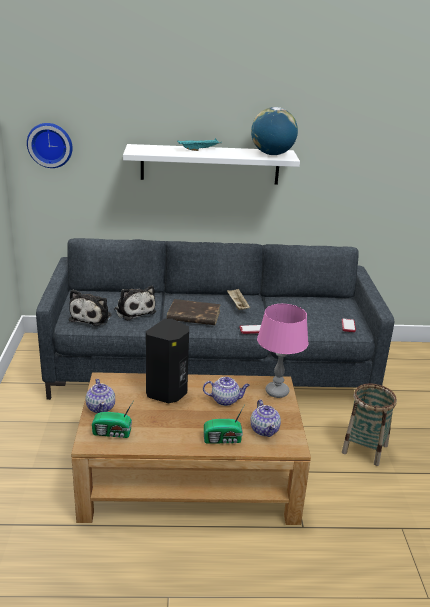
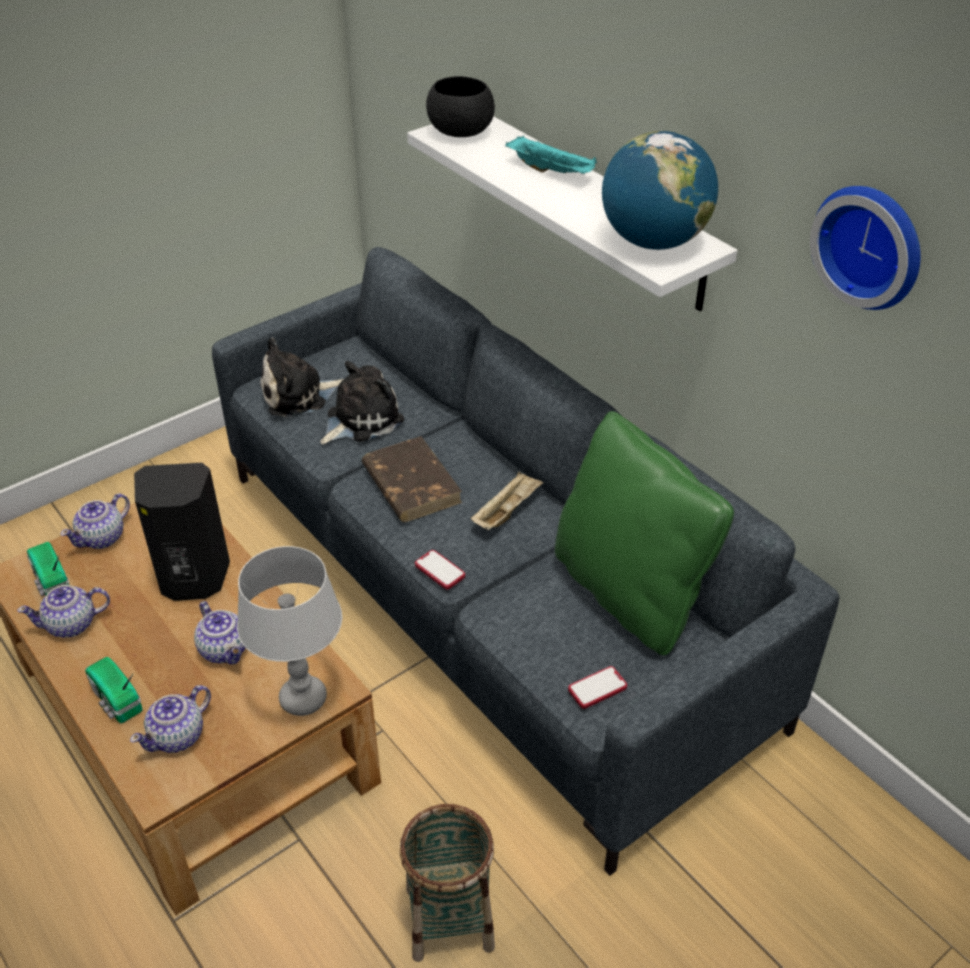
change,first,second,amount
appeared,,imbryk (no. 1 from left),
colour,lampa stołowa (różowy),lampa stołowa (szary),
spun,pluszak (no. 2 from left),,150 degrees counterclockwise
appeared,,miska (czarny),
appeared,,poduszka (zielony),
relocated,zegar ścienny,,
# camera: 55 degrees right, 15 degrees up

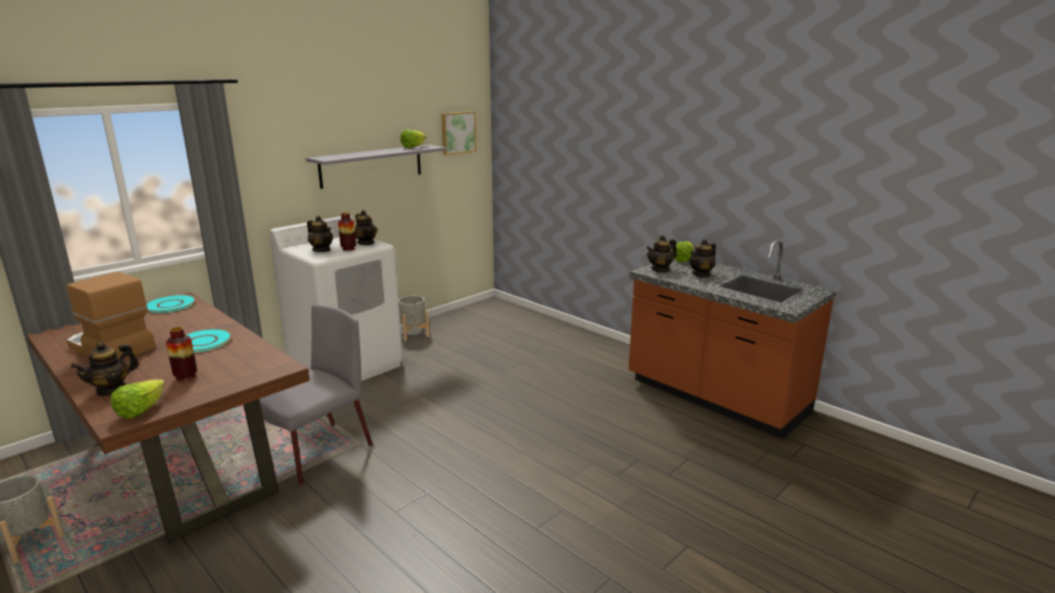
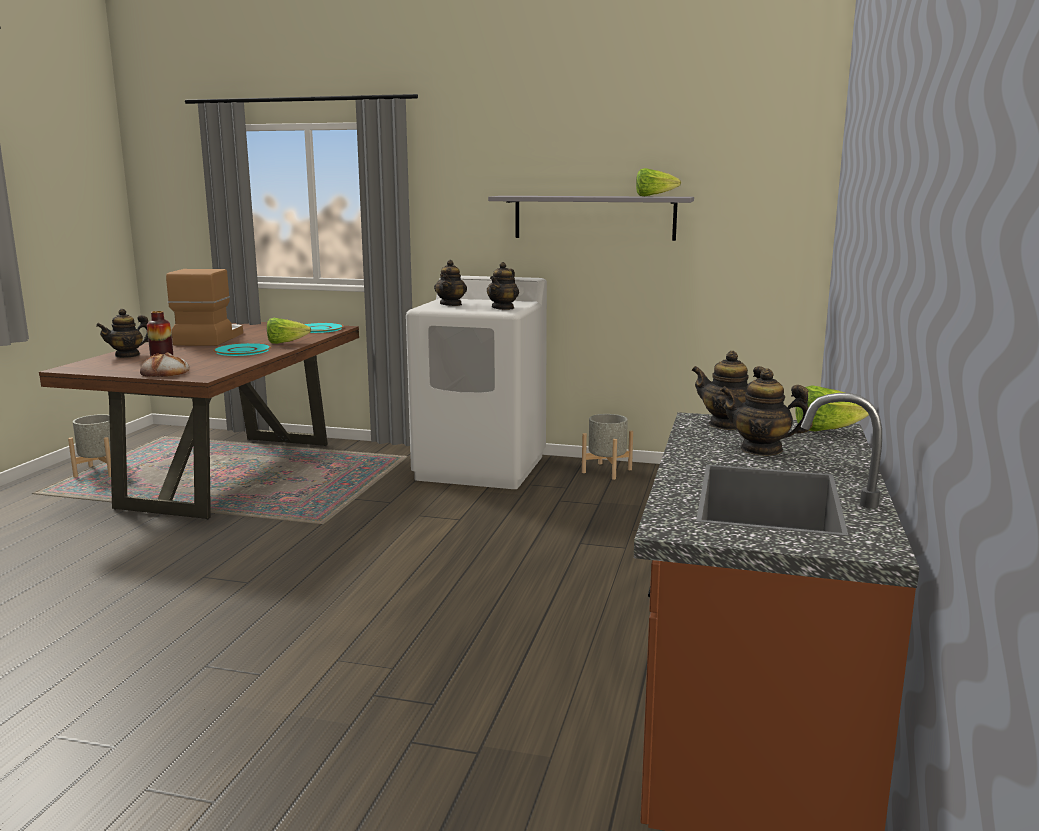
change,first,second,amount
spun,imbryk (no. 1 from left),,45 degrees counterclockwise
appeared,,chleb,
relocated,sałata (no. 1 from left),,
missing,krzesło (szary),,
missing,wazon (no. 2 from left),,
missing,obraz,,
# camera: 60 degrees right, 5 degrees down

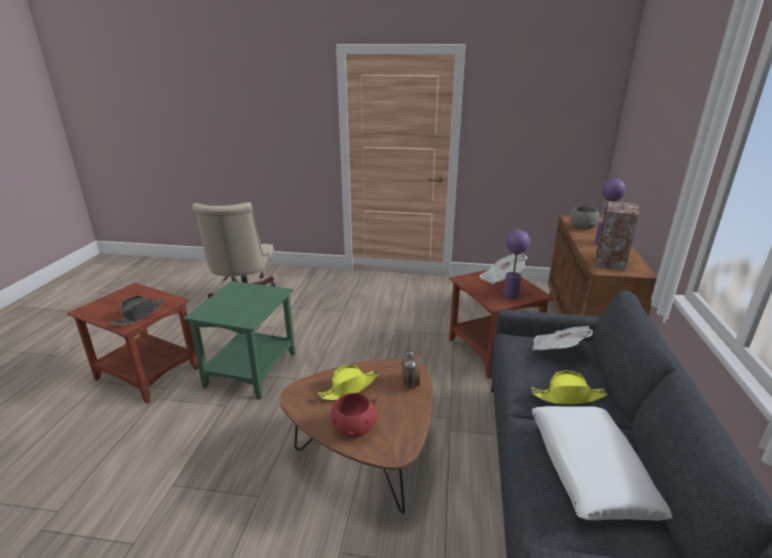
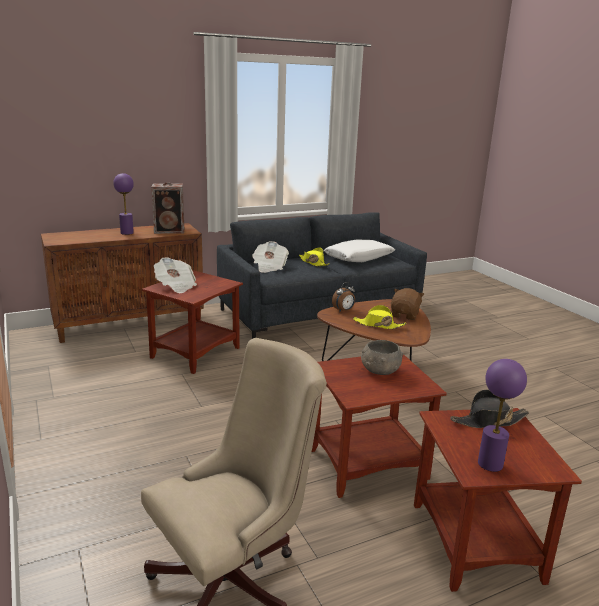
change,first,second,amount
colour,stolik (zielony),stolik (brązowy) (no. 2 from left),
relocated,miska (szary),,
exchanged,miska (czerwony),pluszak (brązowy),
relocated,lampa stołowa (fioletowy) (no. 1 from left in the first image),lampa stołowa (fioletowy) (no. 2 from left),
# camera: 125 degrees left, 5 degrees down

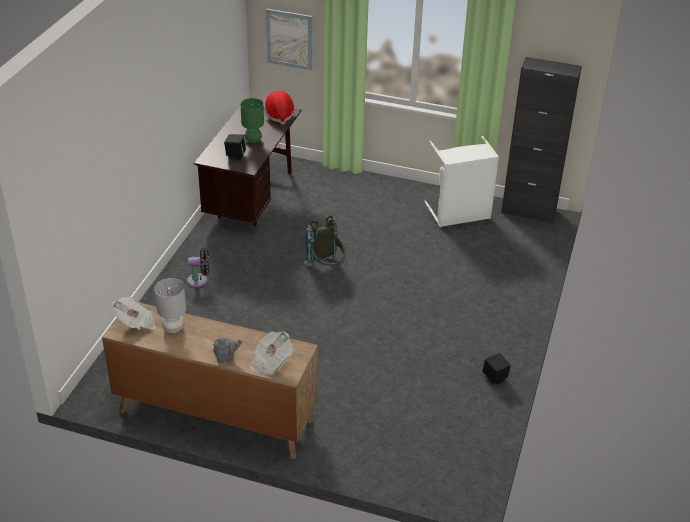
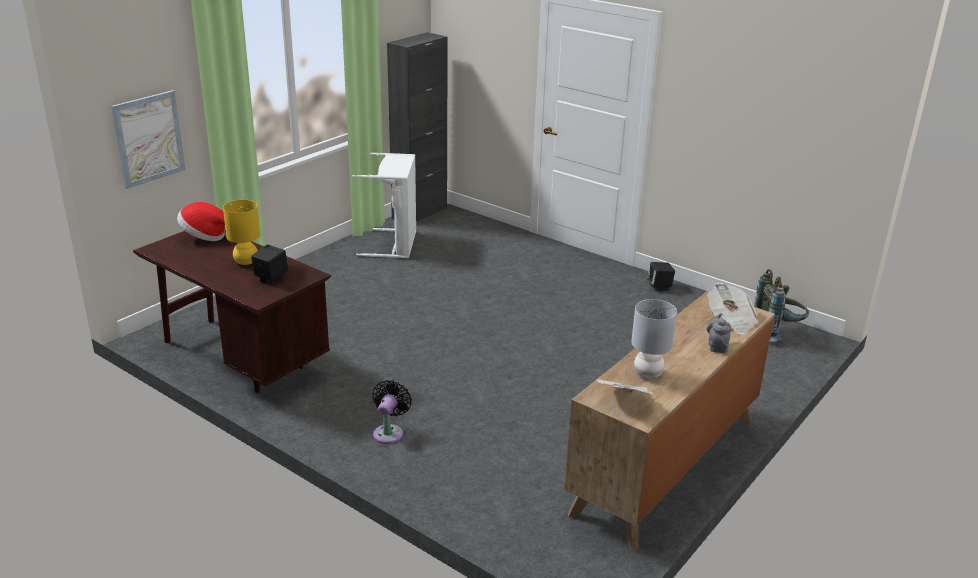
change,first,second,amount
colour,lampa stołowa (zielony),lampa stołowa (żółty),
relocated,plecak (szary),,
# camera: 70 degrees left, 10 degrees down

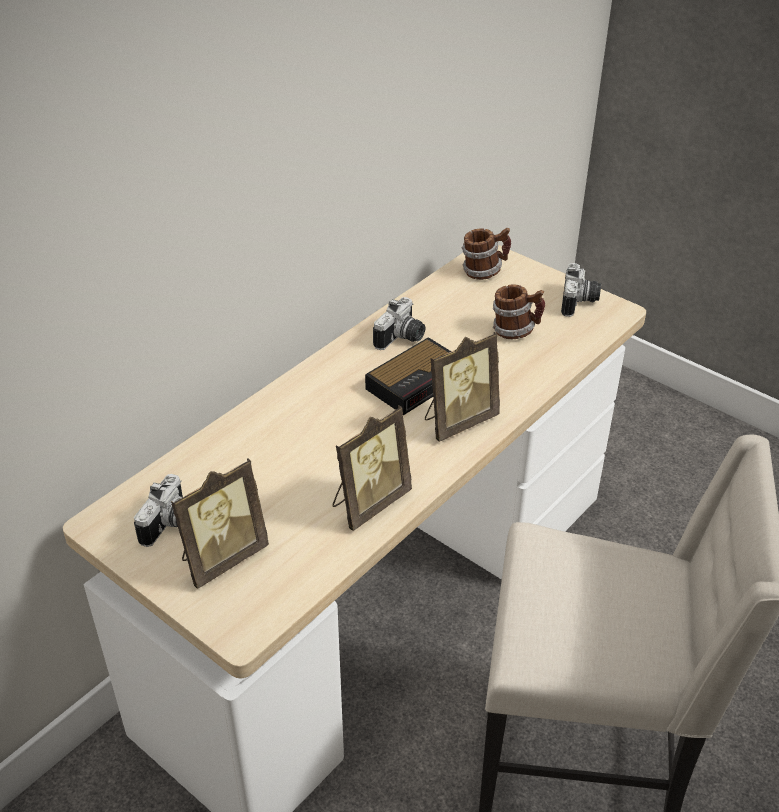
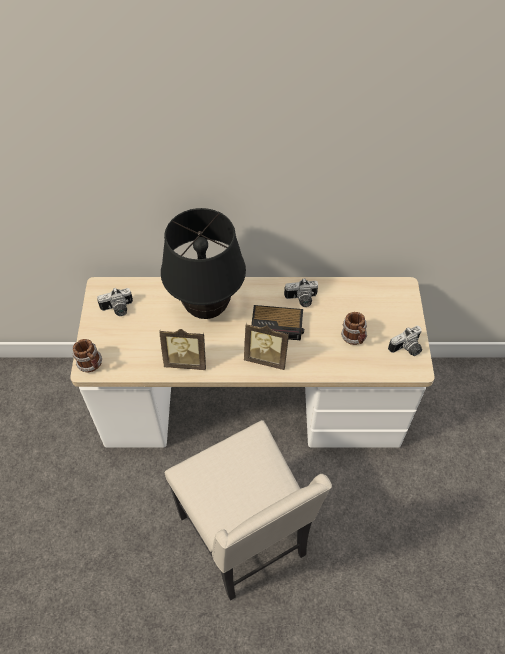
change,first,second,amount
relocated,kubek (no. 1 from left),,
appeared,,lampa stołowa (czarny),
missing,ramka na zdjęcie (no. 1 from left),,
# camera: 50 degrees right, 15 degrees up

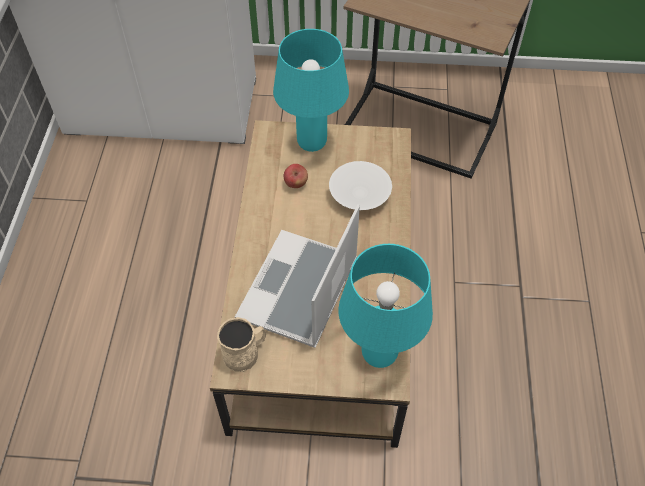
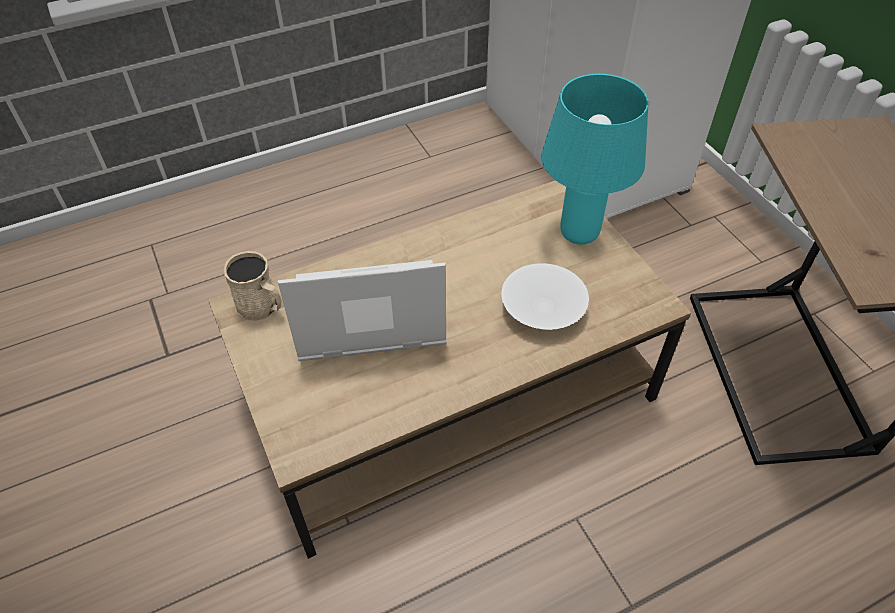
change,first,second,amount
missing,jabłko,,
missing,lampa stołowa (turkusowy) (no. 2 from left),,
# camera: 60 degrees right, 5 degrees down

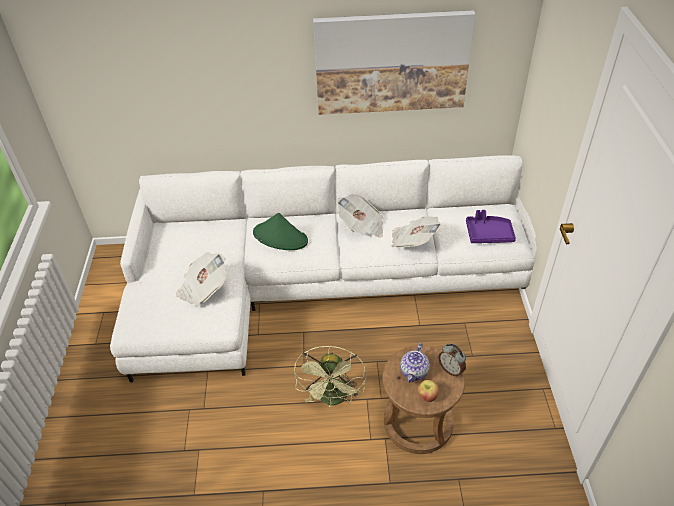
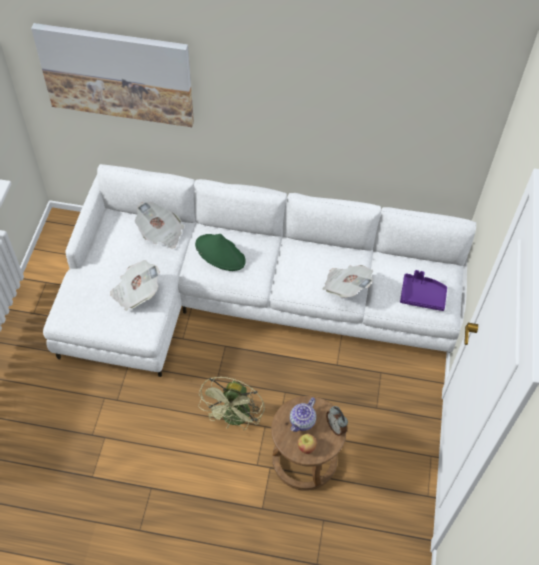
change,first,second,amount
relocated,obraz,,
relocated,gazeta (no. 2 from left),,
# camera: 10 degrees right, 10 degrees up

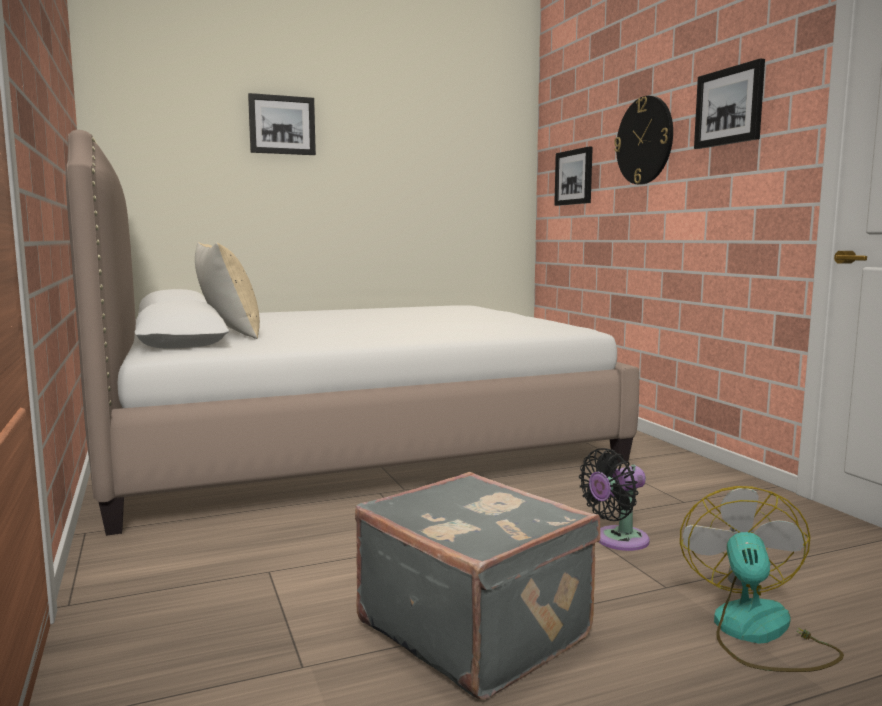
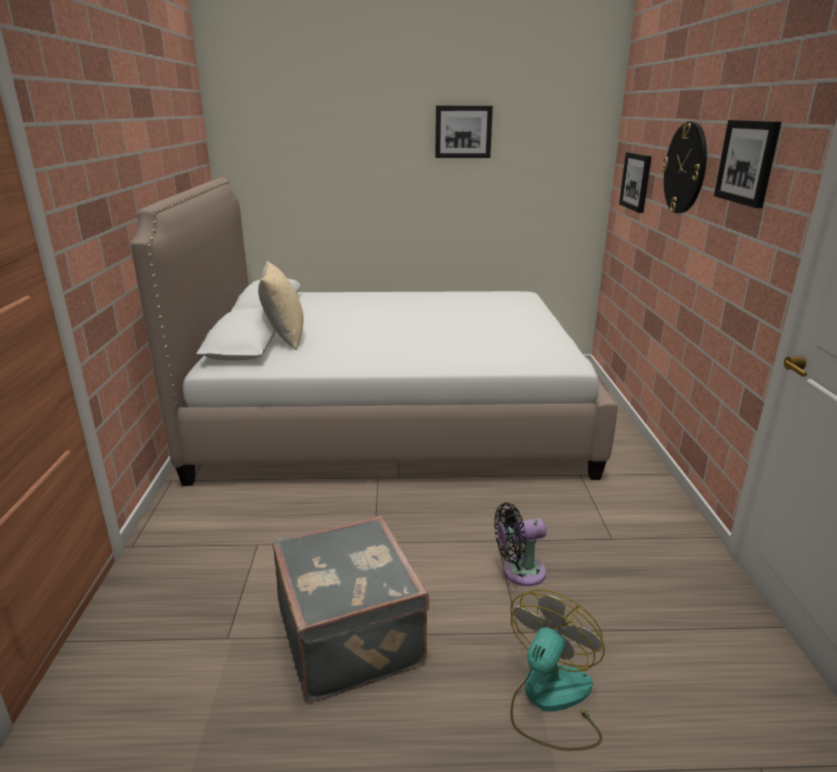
change,first,second,amount
relocated,obraz (no. 1 from left),,
# camera: 20 degrees right, 15 degrees up

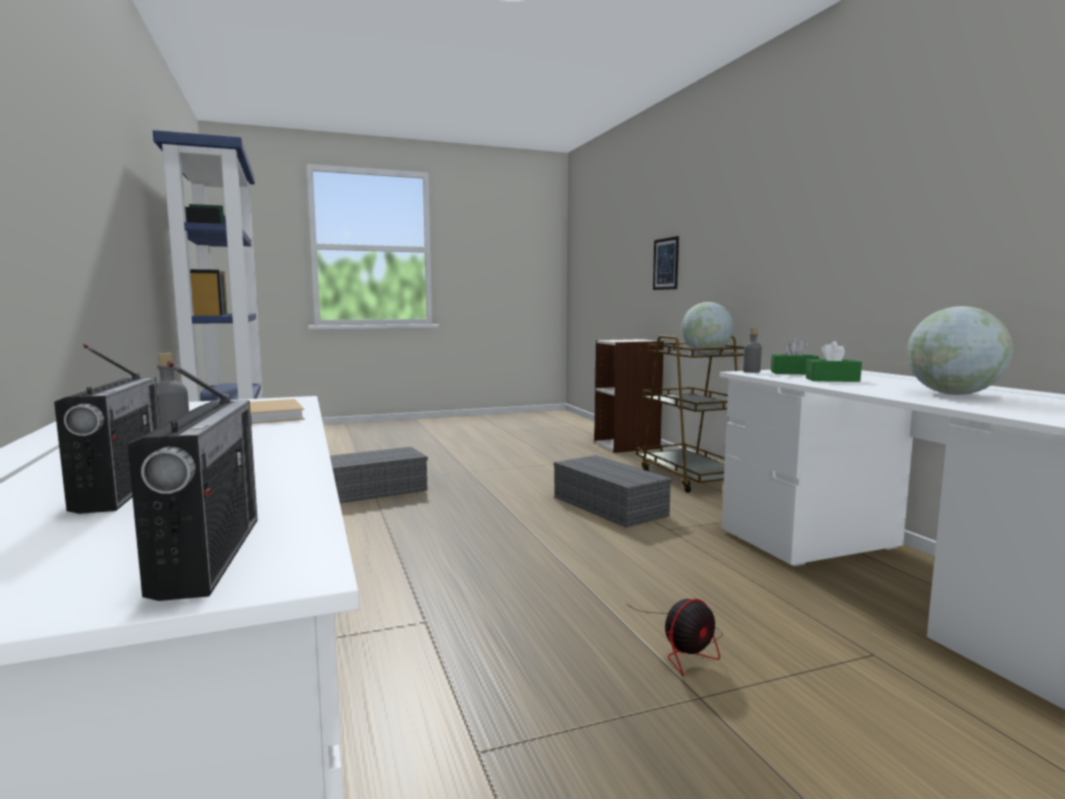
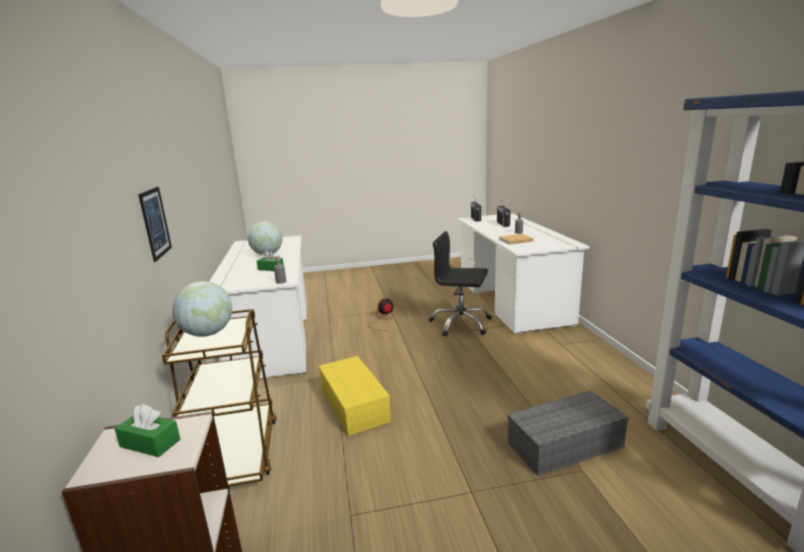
change,first,second,amount
relocated,pudełko chusteczek (zielony) (no. 1 from left),,
relocated,obraz,,
colour,pojemnik do przechowywania (szary) (no. 2 from left),pojemnik do przechowywania (żółty),
appeared,,krzesło biurowe (czarny),
# camera: 170 degrees left, 10 degrees up

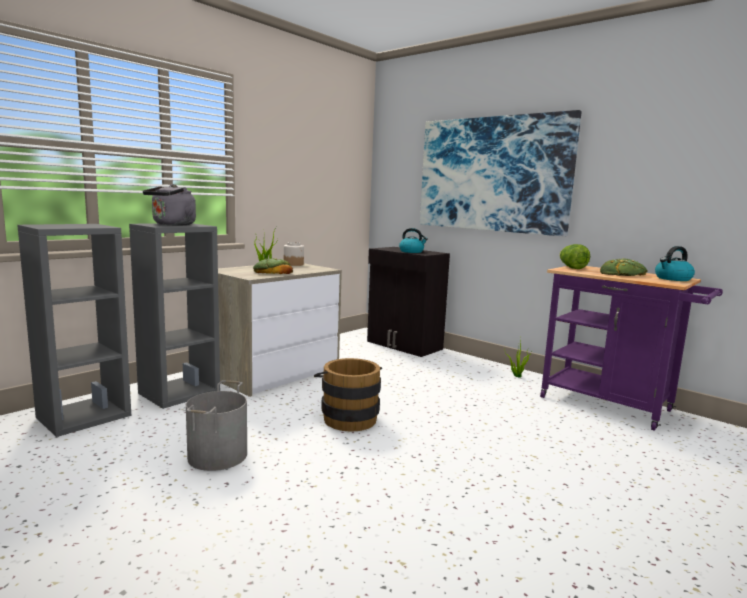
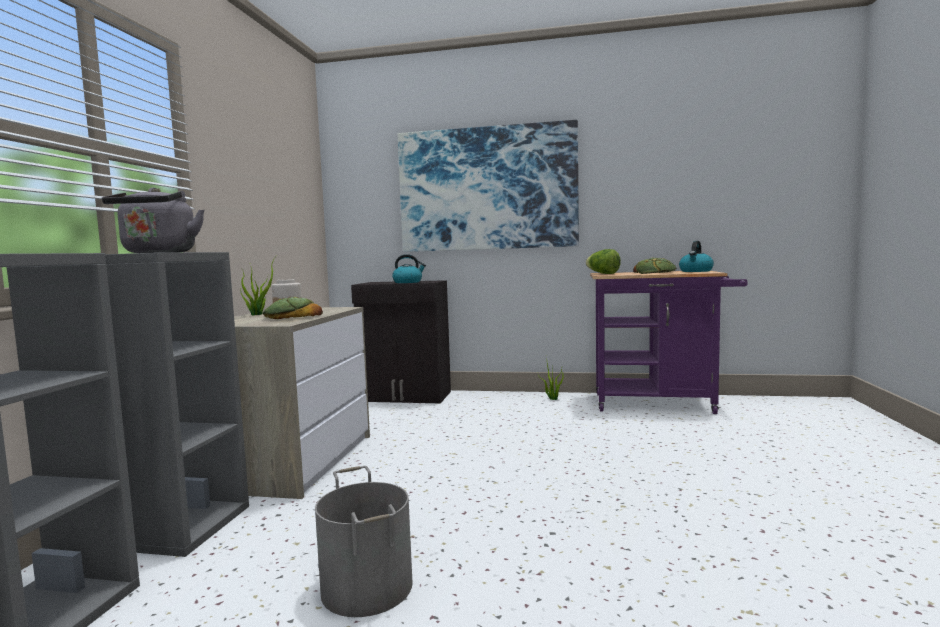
change,first,second,amount
missing,wiadro (brązowy),,
# camera: 30 degrees left, 5 degrees down

